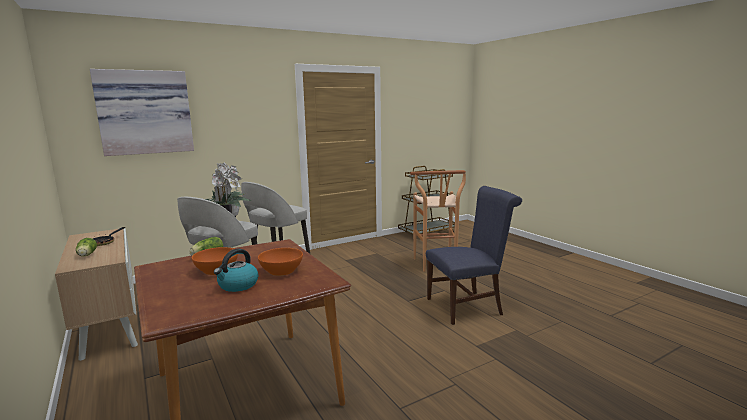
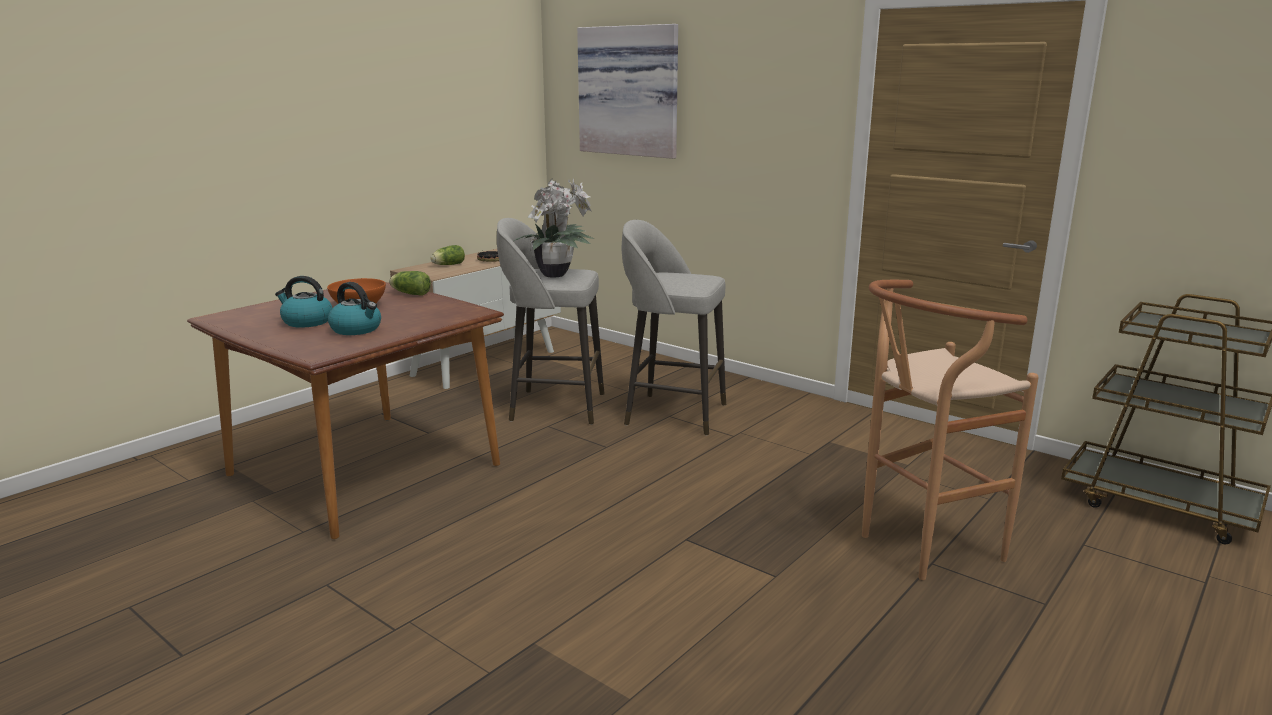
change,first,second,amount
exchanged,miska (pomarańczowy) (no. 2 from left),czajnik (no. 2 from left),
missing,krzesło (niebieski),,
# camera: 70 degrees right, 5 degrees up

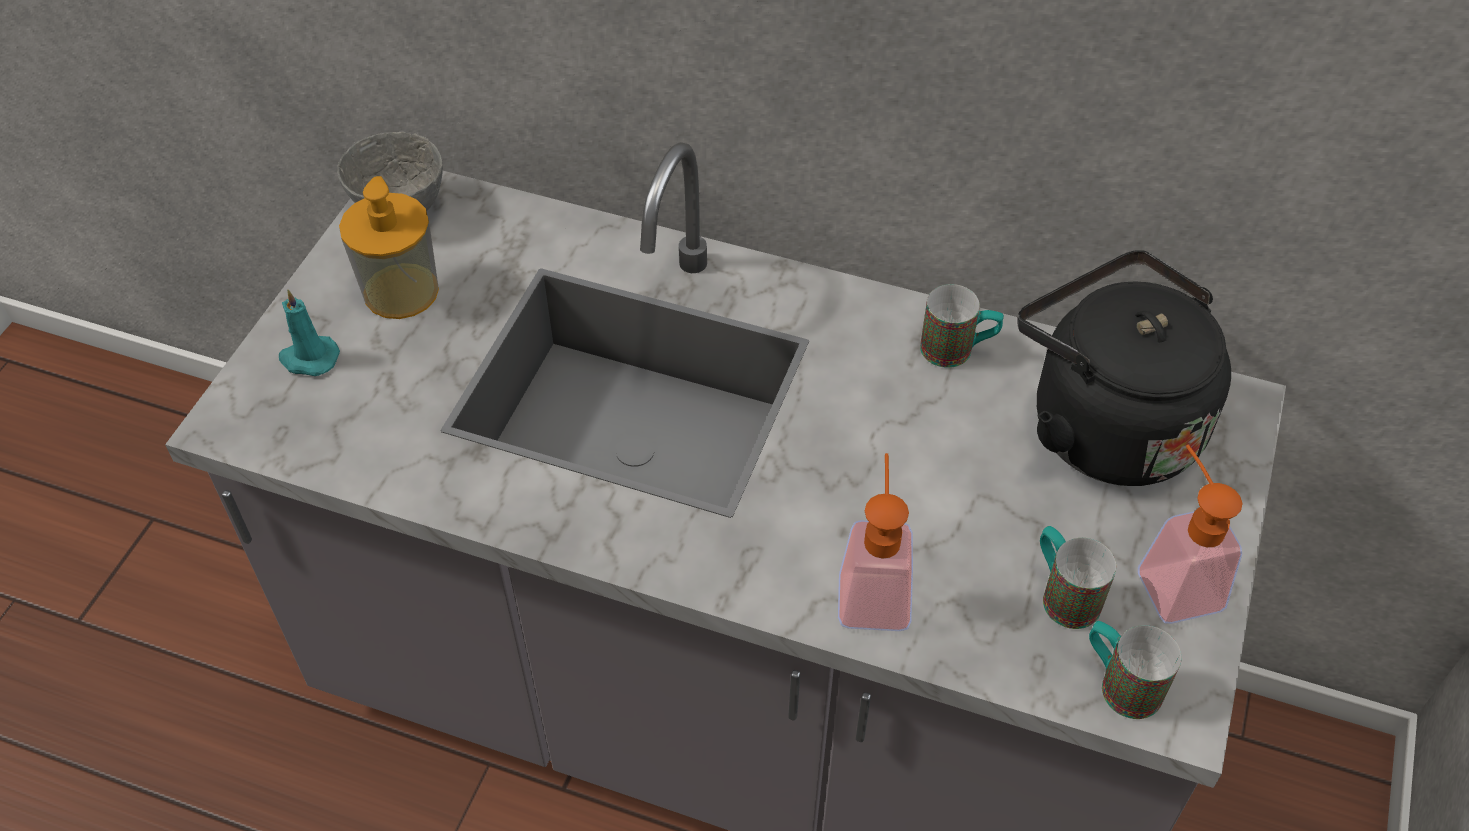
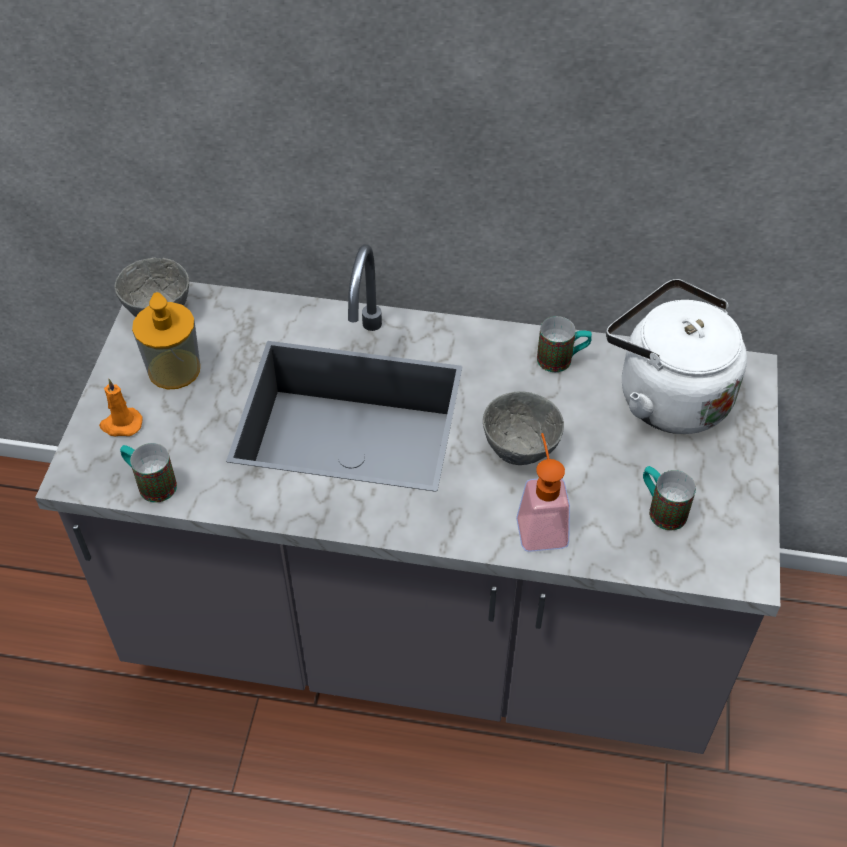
change,first,second,amount
colour,świeca (turkusowy),świeca (pomarańczowy),
relocated,kubek (no. 3 from left in the first image),kubek (no. 1 from left),
appeared,,miska (szary) (no. 2 from left),
colour,czajnik (czarny),czajnik (biały),
missing,dozownik mydła (no. 3 from left),,
# camera: 10 degrees left, 0 degrees up

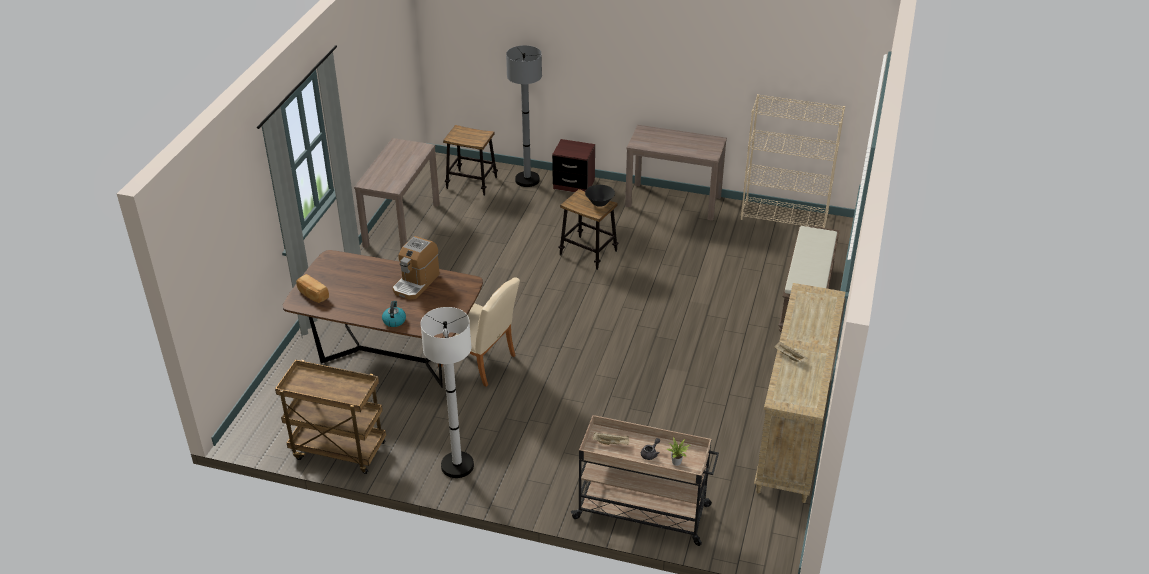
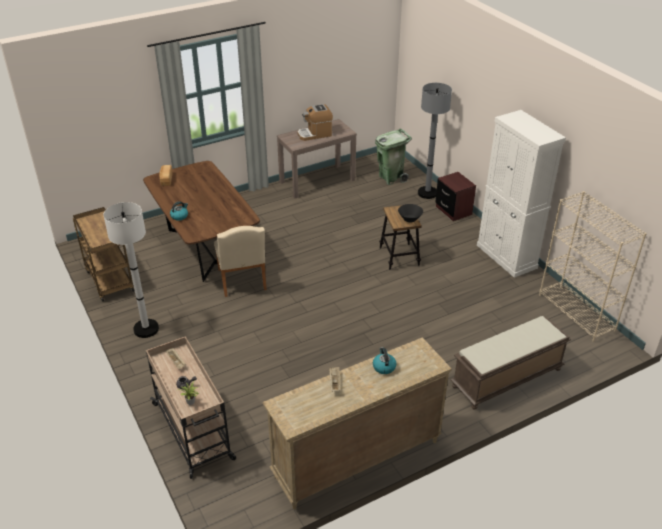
change,first,second,amount
relocated,ekspres do kawy,,
appeared,,czajnik (no. 2 from left),
exchanged,stołek (no. 1 from left),kosz na śmieci (zielony),
exchanged,stolik konsolowy (brązowy) (no. 2 from left),szafka (biały),
# camera: 45 degrees right, 0 degrees up

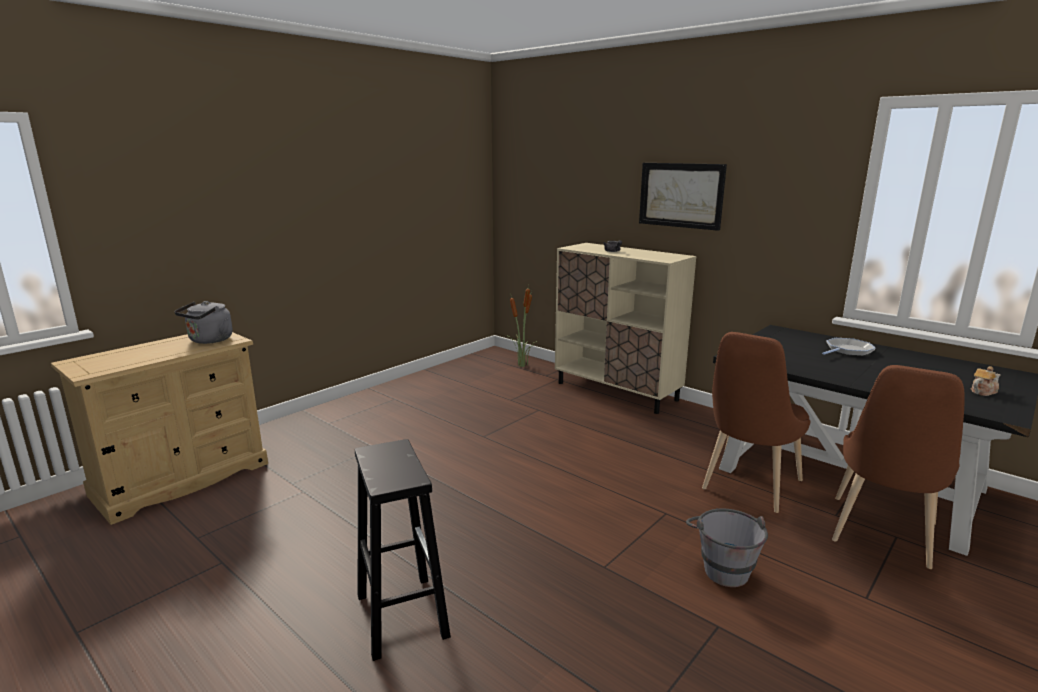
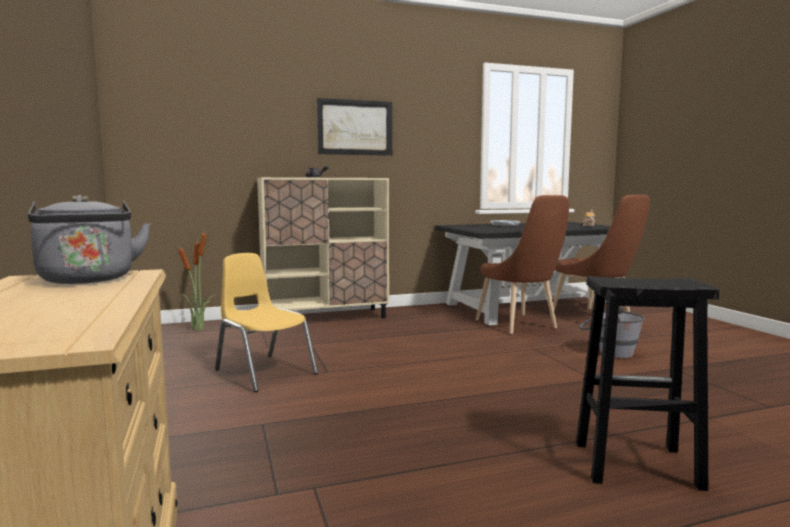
change,first,second,amount
appeared,,krzesło (żółty),
# camera: 60 degrees left, 10 degrees down

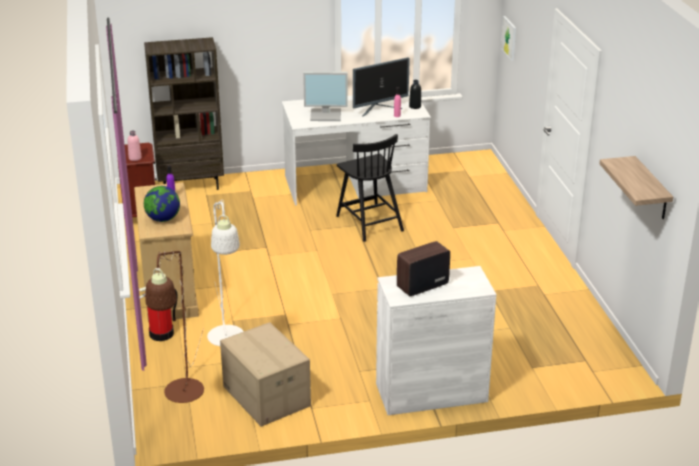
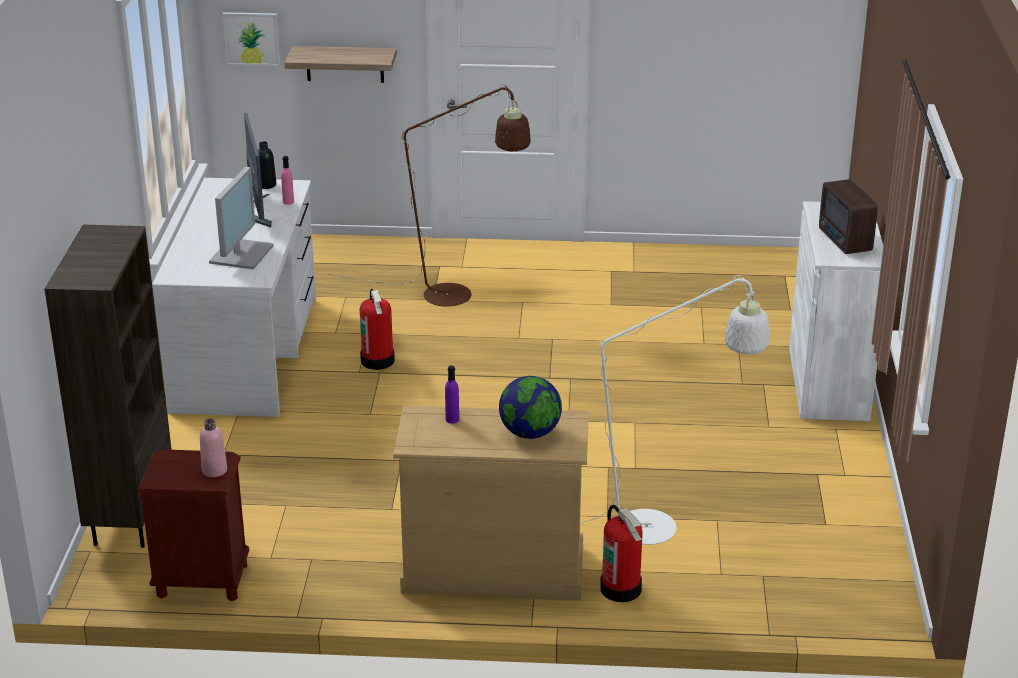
change,first,second,amount
relocated,półka,,
relocated,lampa stojąca (brązowy),,
exchanged,krzesło (czarny),gaśnica (no. 1 from left),
missing,karton,,
# camera: 75 degrees left, 0 degrees up

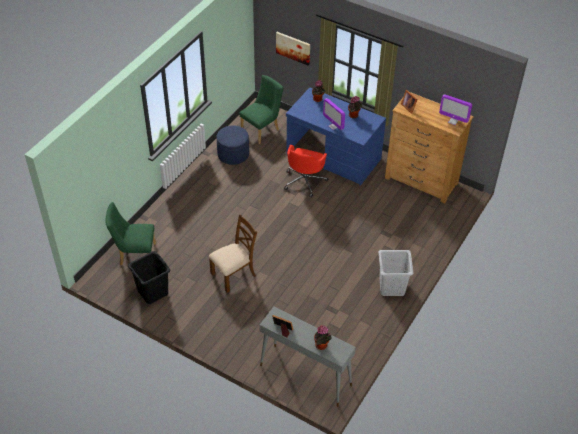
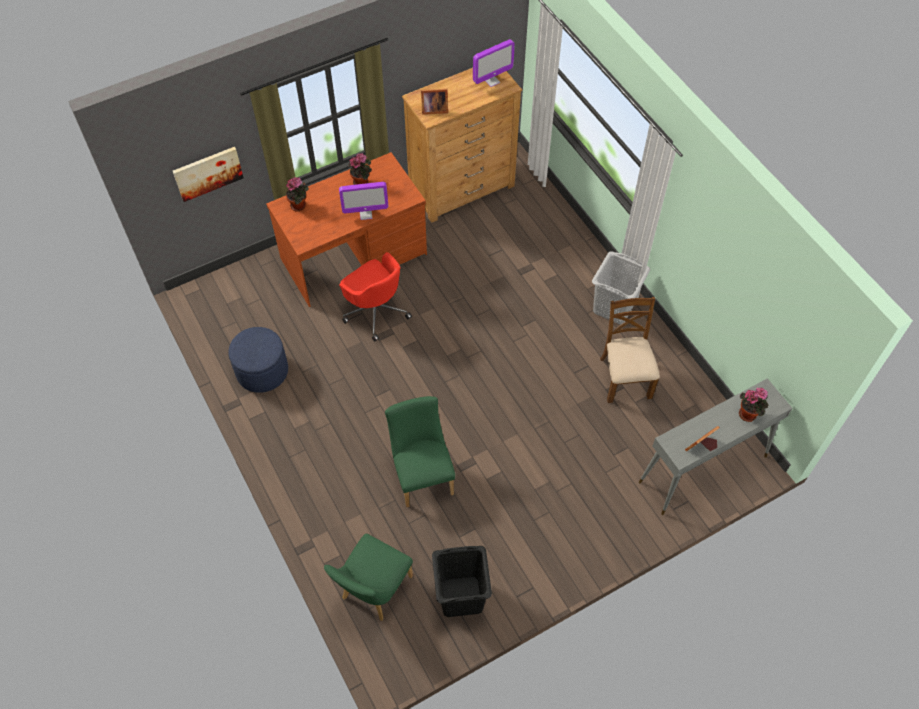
change,first,second,amount
colour,biurko (niebieski),biurko (brązowy),
relocated,krzesło (zielony) (no. 2 from left),,
relocated,krzesło (brązowy),,
# camera: 60 degrees left, 10 degrees up

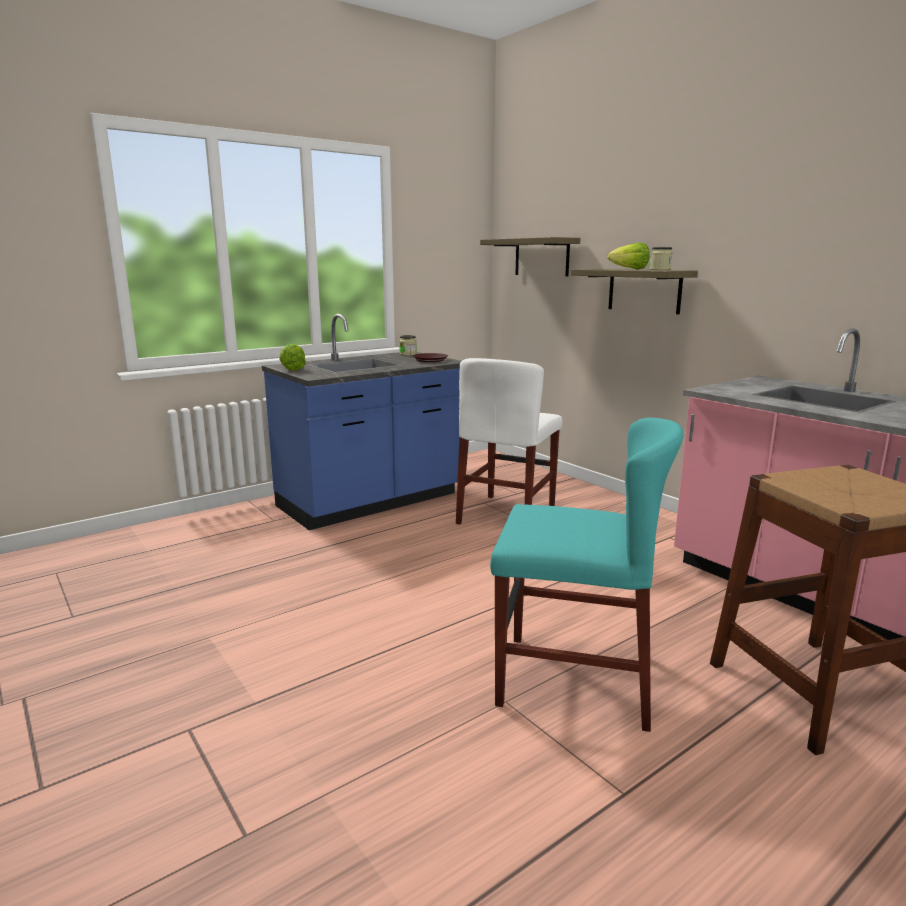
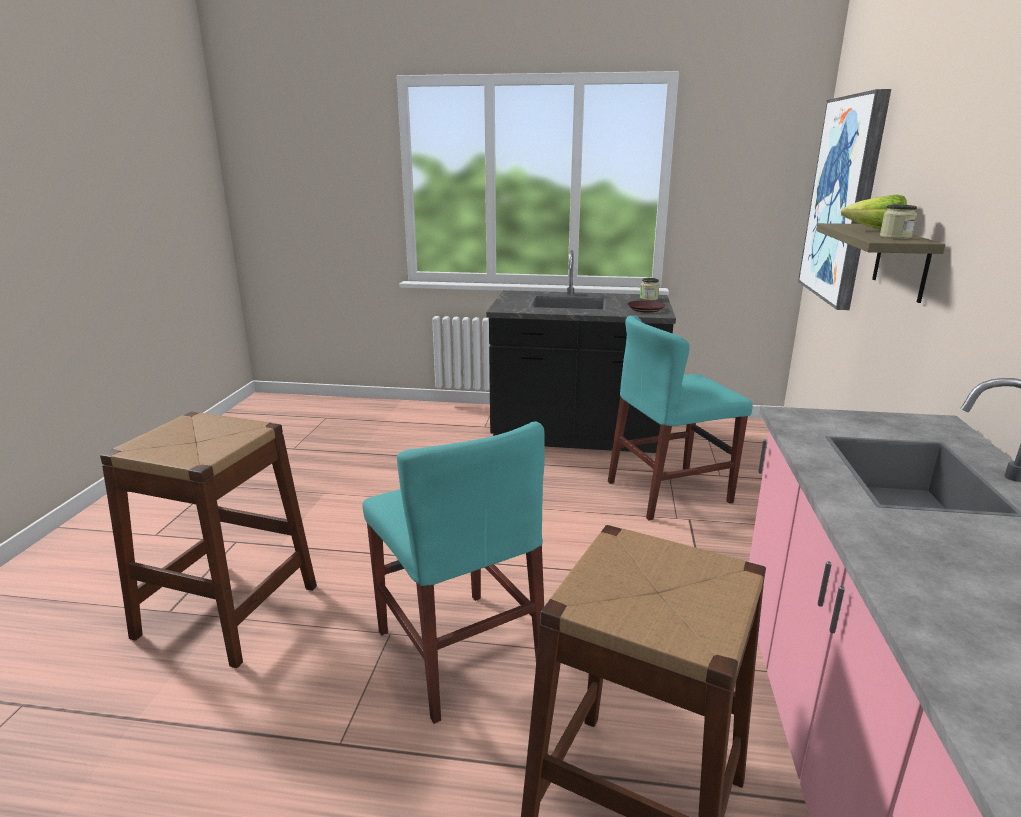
change,first,second,amount
appeared,,stołek (brązowy) (no. 1 from left),
colour,zabudowa kuchenna (niebieski),zabudowa kuchenna (czarny),
colour,krzesło (biały),krzesło (turkusowy) (no. 2 from left),
exchanged,półka (no. 1 from left),obraz,
missing,sałata (no. 1 from left),,
# camera: 45 degrees right, 5 degrees up

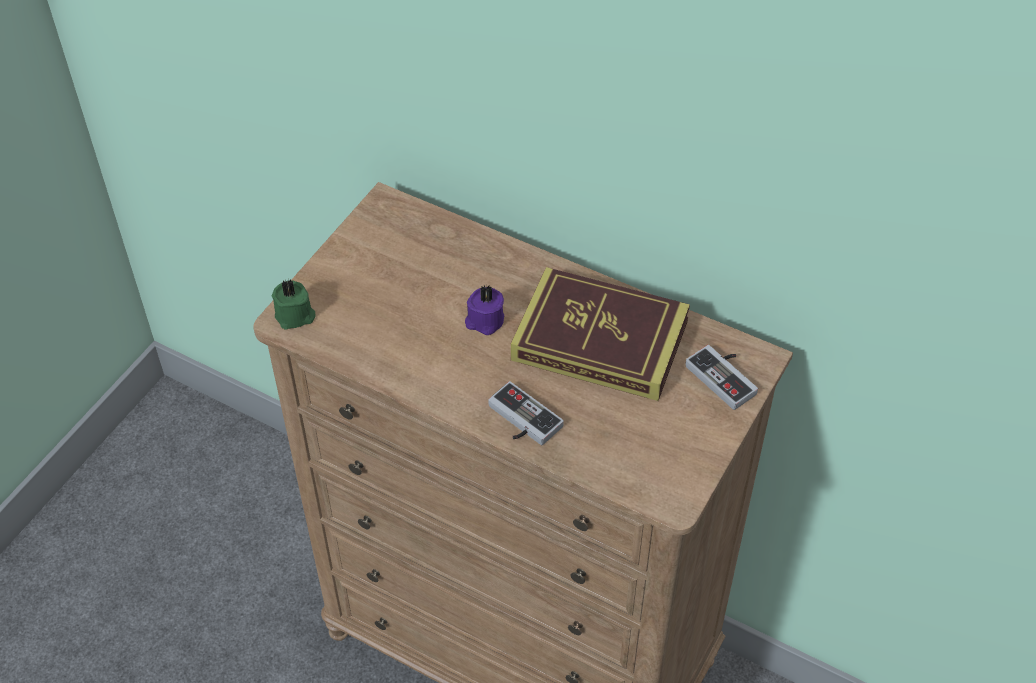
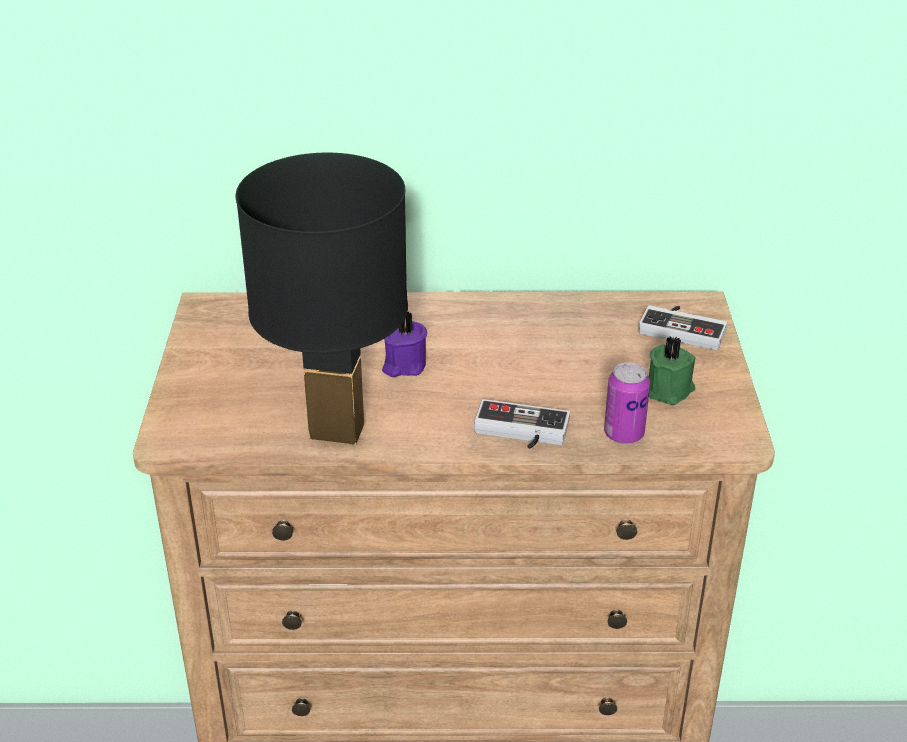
change,first,second,amount
appeared,,lampa stołowa (czarny),
appeared,,puszka,
relocated,świeca (zielony),,
missing,książka,,
# camera: 30 degrees left, 15 degrees down

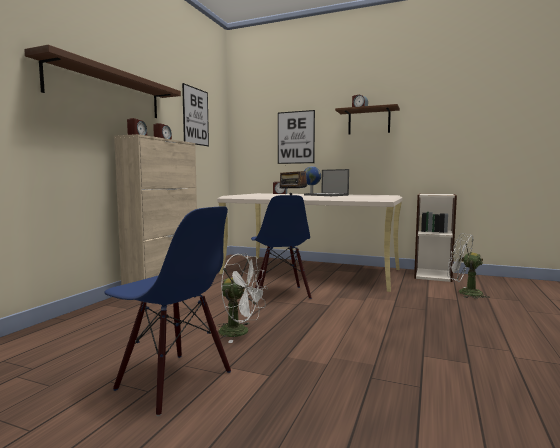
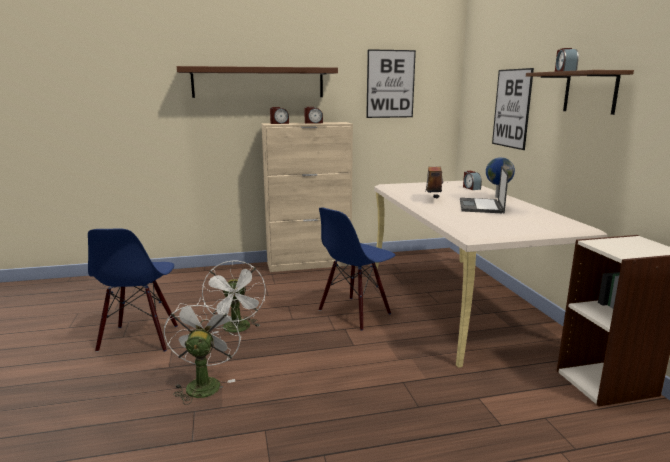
change,first,second,amount
relocated,wentylator (biały) (no. 2 from left in the first image),wentylator (biały) (no. 1 from left),
# camera: 55 degrees right, 10 degrees up

